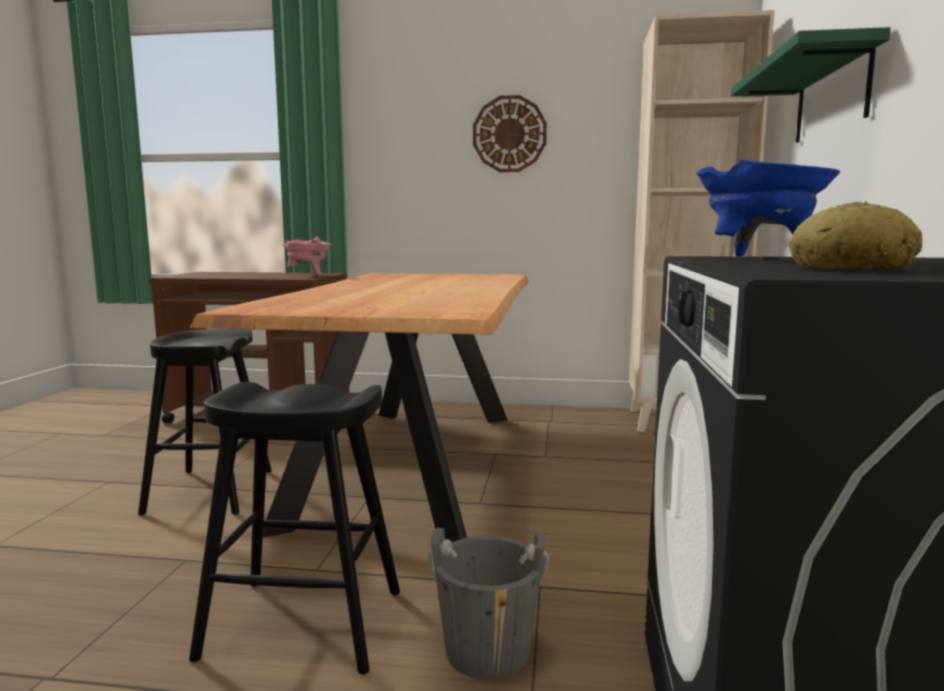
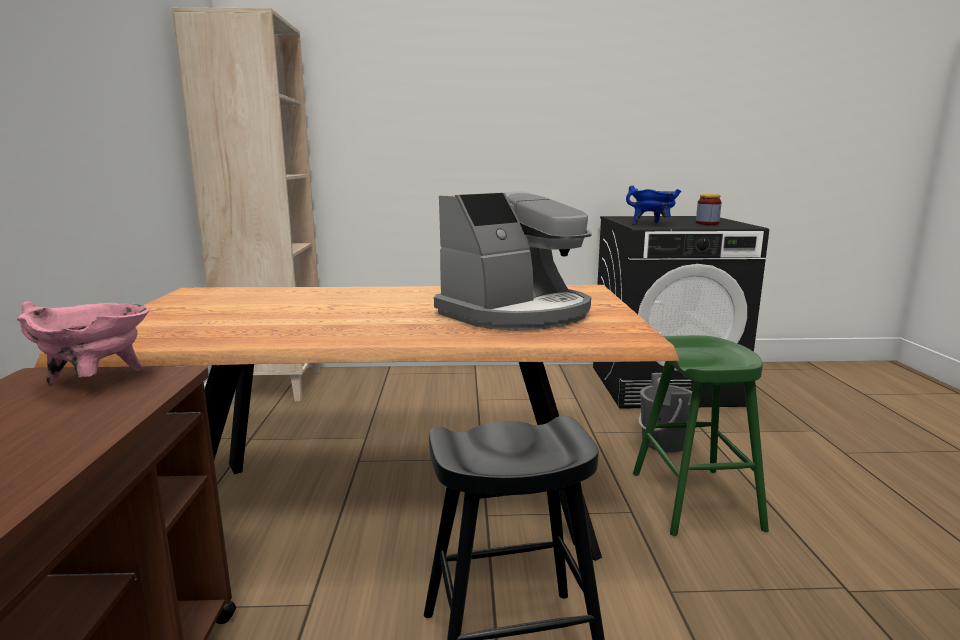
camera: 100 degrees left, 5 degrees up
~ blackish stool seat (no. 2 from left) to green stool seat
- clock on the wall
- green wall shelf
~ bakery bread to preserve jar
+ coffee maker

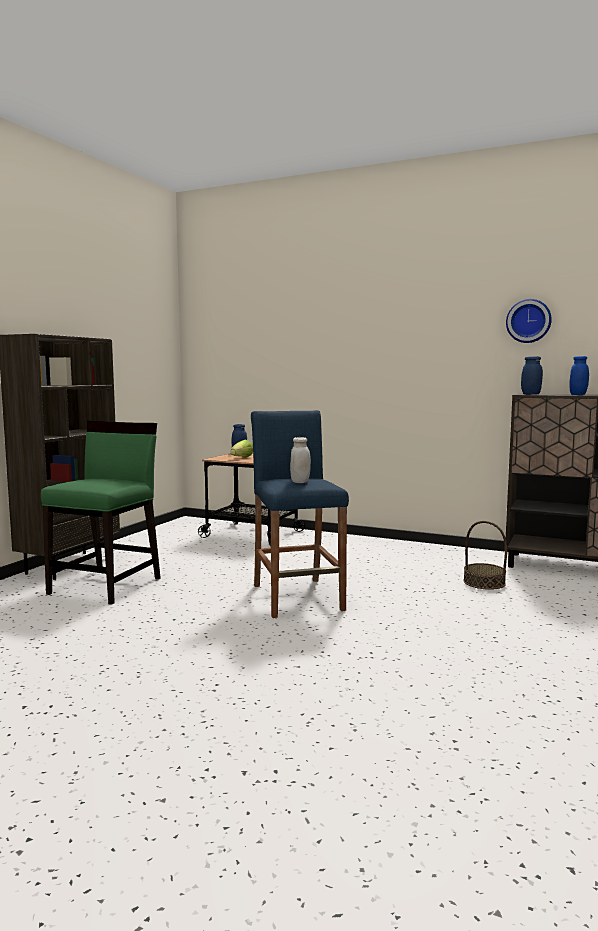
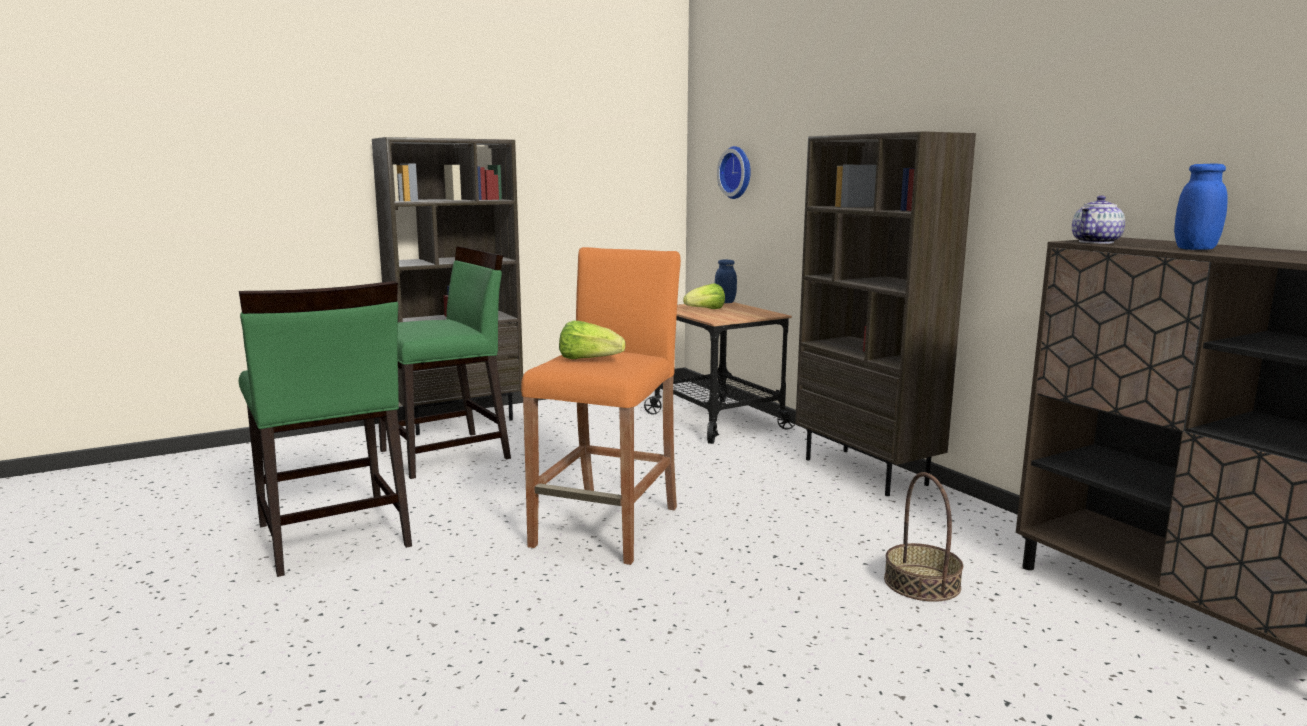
camera: 35 degrees right, 5 degrees up
~ blue stool seat to orangey stool seat
~ whitish preserve jar to lettuce head (no. 1 from left)
~ clock on the wall
~ blue preserve jar (no. 2 from left) to tea pot
+ green upright chair (no. 1 from left)
+ brown-coloured bookshelf (no. 2 from left)

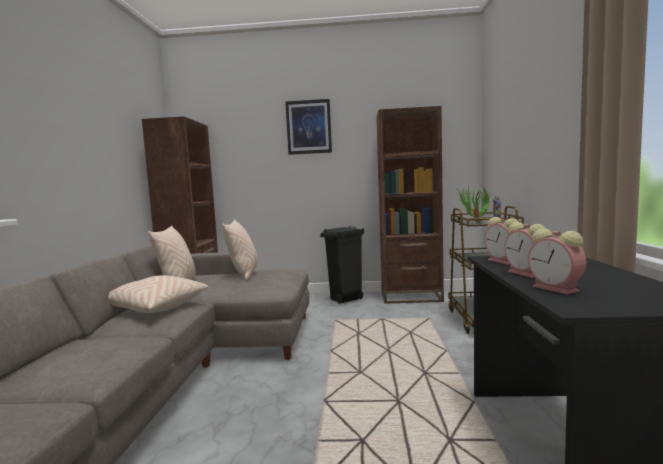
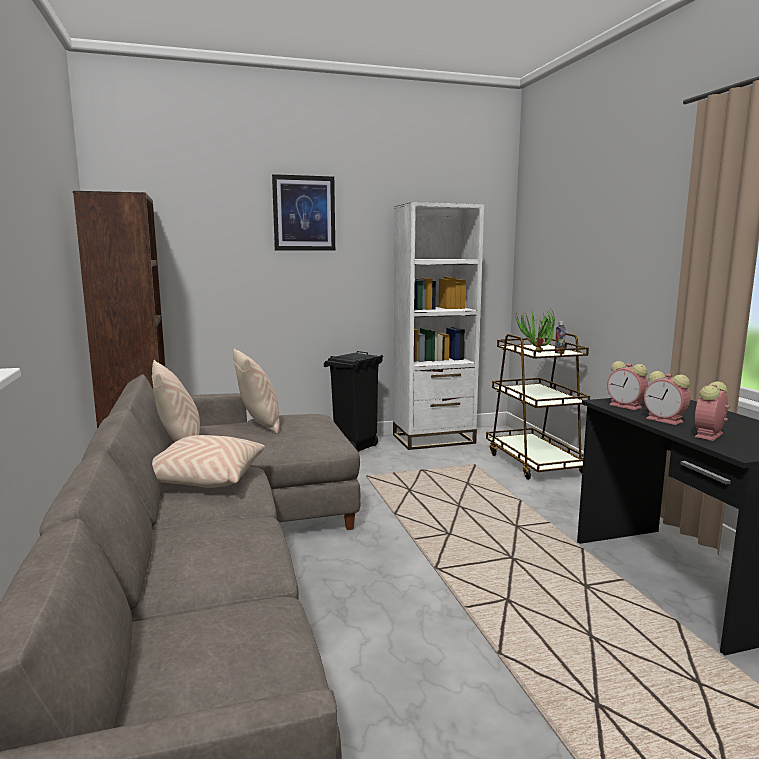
camera: 20 degrees left, 5 degrees up
~ brown-coloured bookshelf (no. 2 from left) to whitish bookshelf
~ bedside clock (no. 3 from left) 90 degrees clockwise

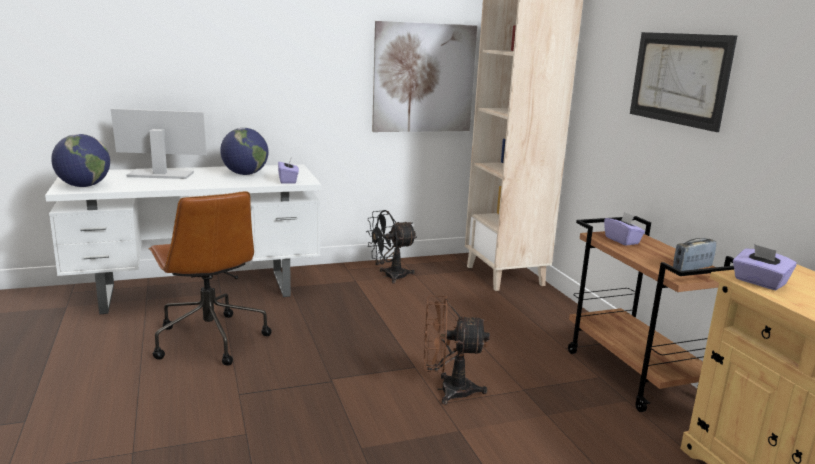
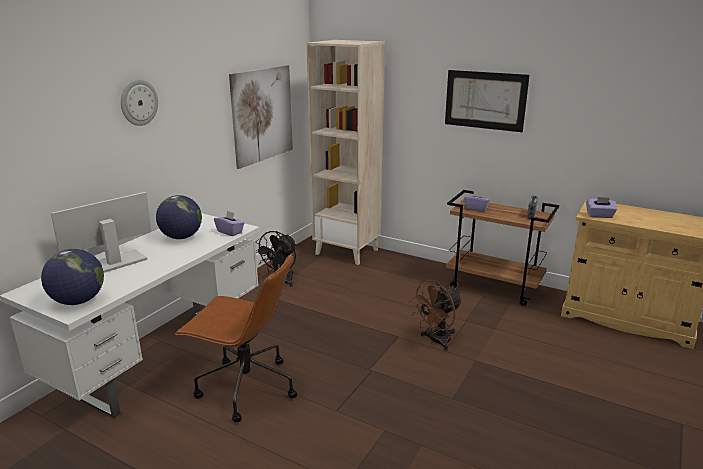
camera: 40 degrees left, 5 degrees up
+ clock on the wall

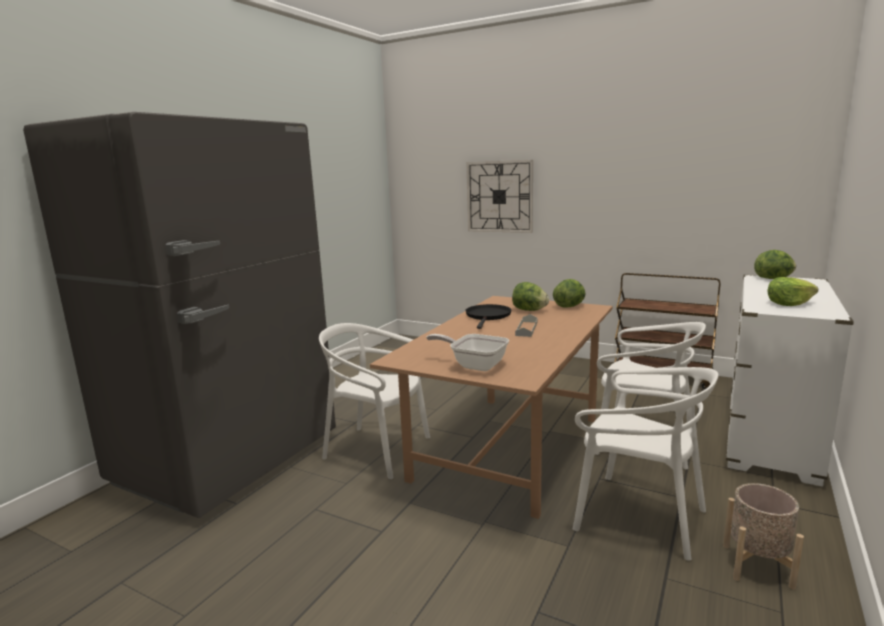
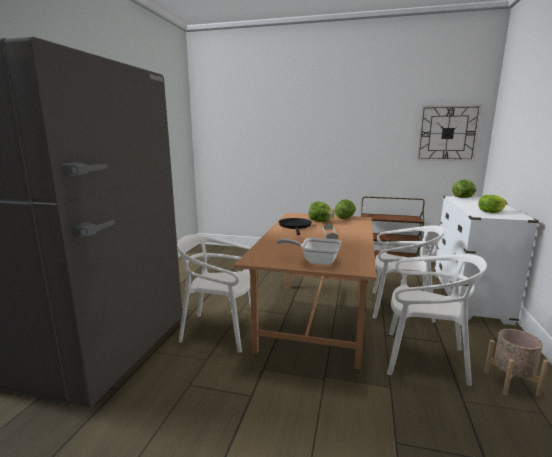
camera: 15 degrees left, 0 degrees up
~ clock on the wall

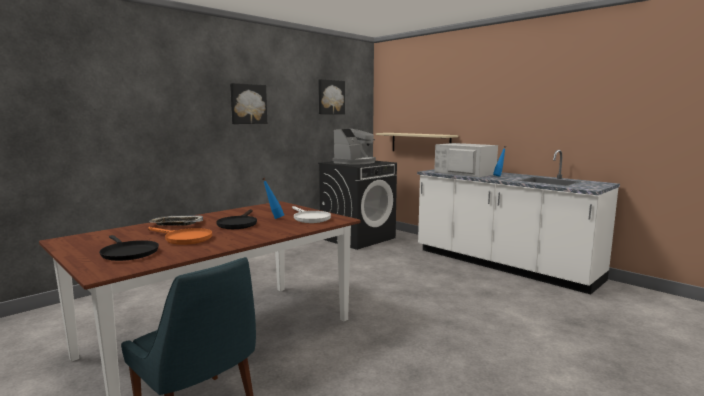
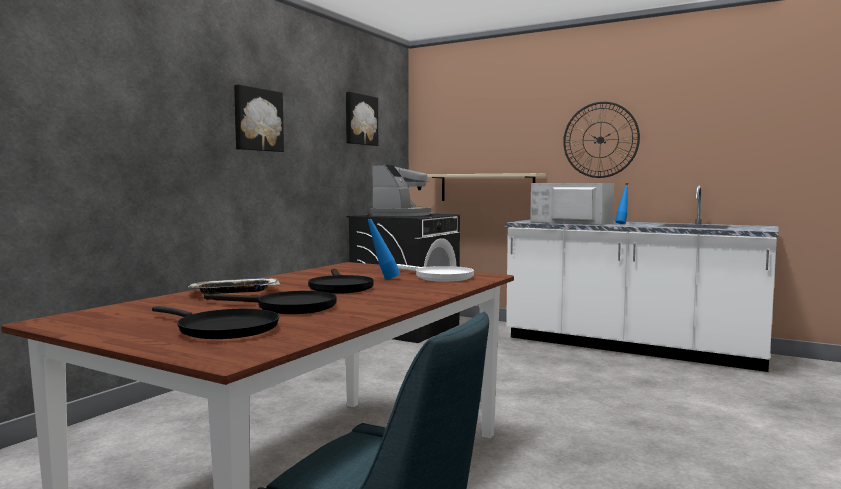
camera: 15 degrees left, 5 degrees down
~ orangey frying pan to blackish frying pan (no. 2 from left)
+ clock on the wall

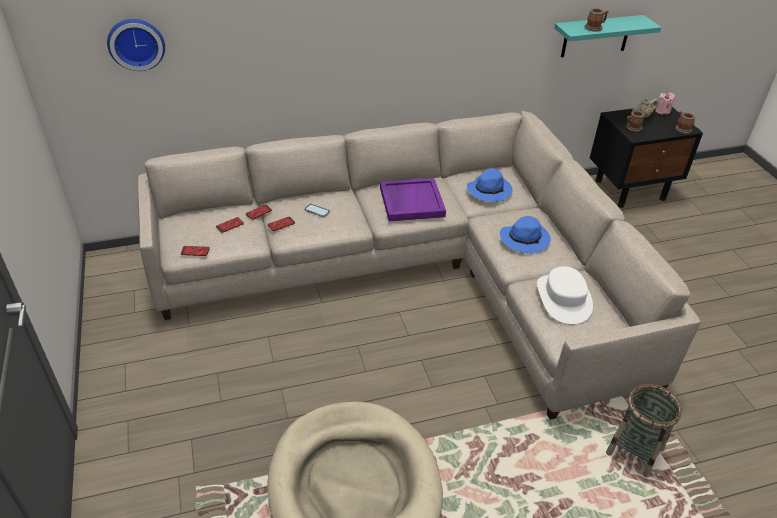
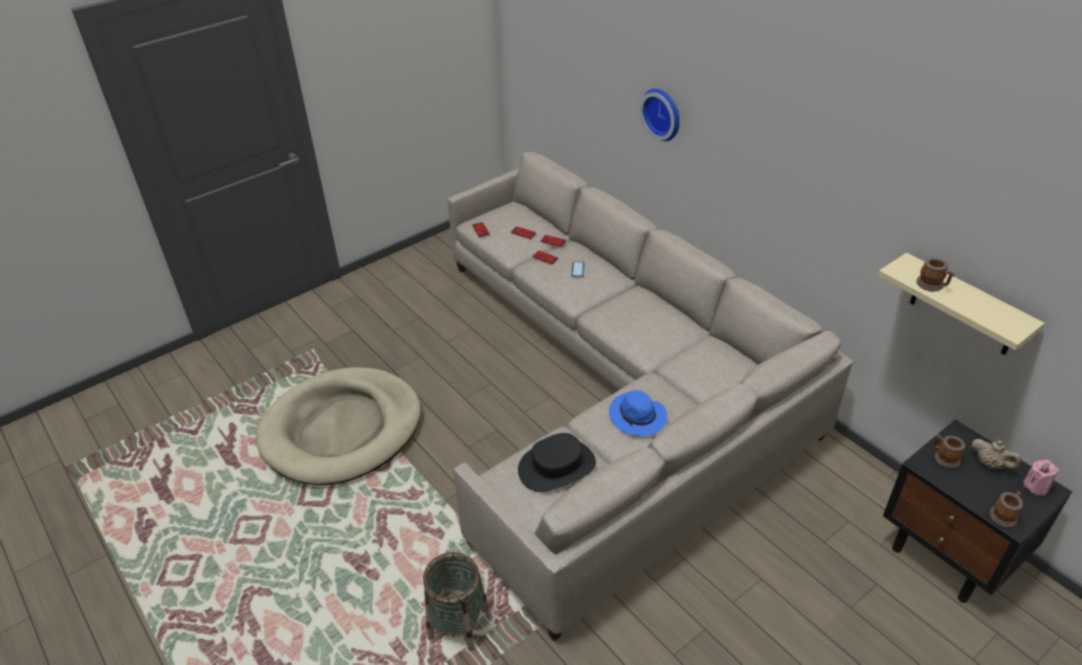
camera: 70 degrees right, 0 degrees up
~ clock on the wall
- purplish tray
- blue hat (no. 1 from left)
~ whitish hat to blackish hat
~ turquoise wall shelf to sand-coloured wall shelf

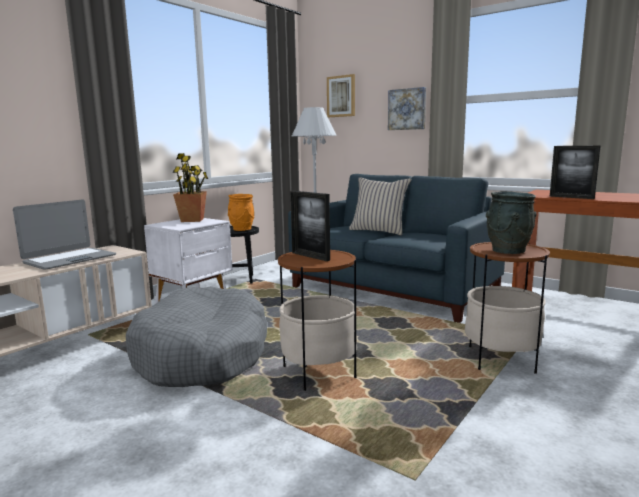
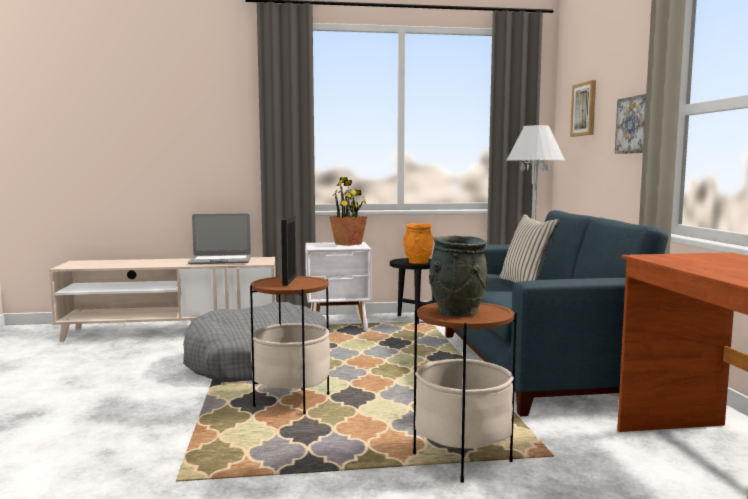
camera: 45 degrees right, 5 degrees down
- photo frame (no. 2 from left)

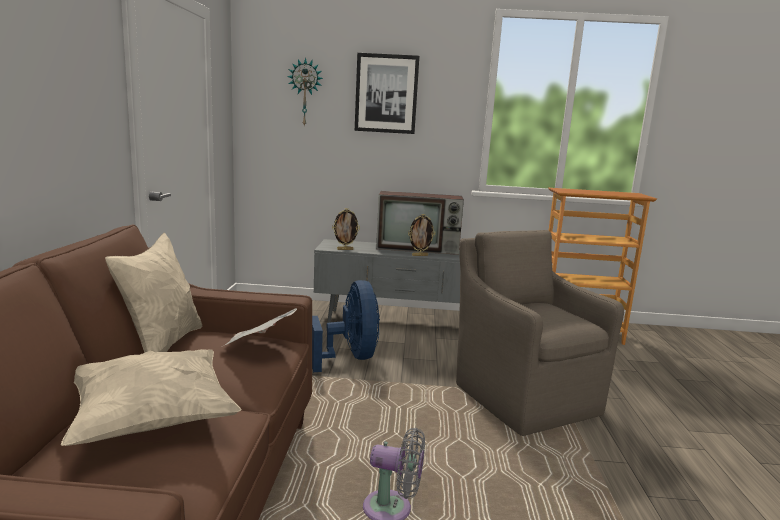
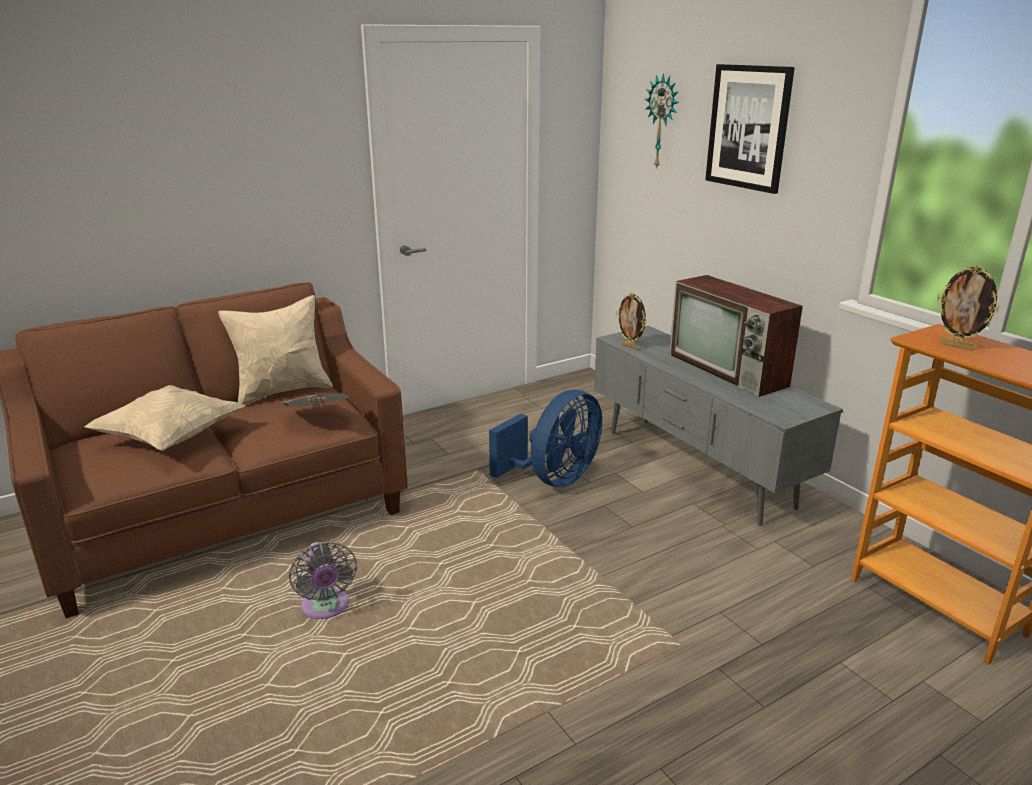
camera: 55 degrees right, 10 degrees up
~ photo frame (no. 2 from left)
- brown-coloured easy chair

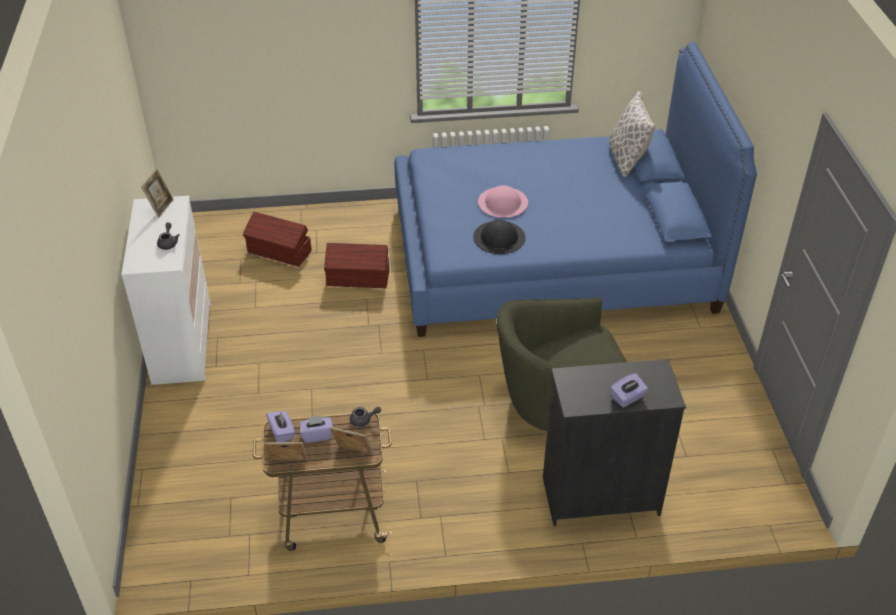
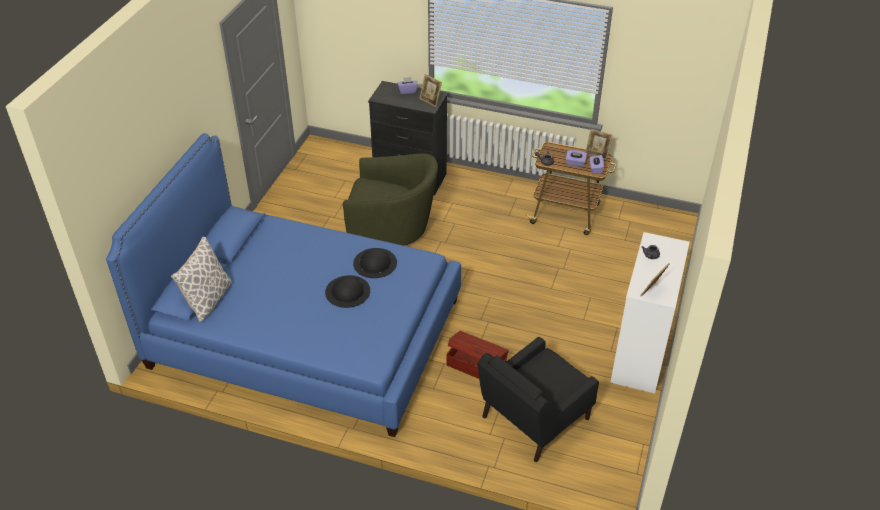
camera: 155 degrees left, 0 degrees up
~ brown-coloured storage bin (no. 1 from left) to blackish easy chair
~ photo frame (no. 3 from left in the first image) to photo frame (no. 1 from left)
~ pinkish hat to blackish hat (no. 1 from left)

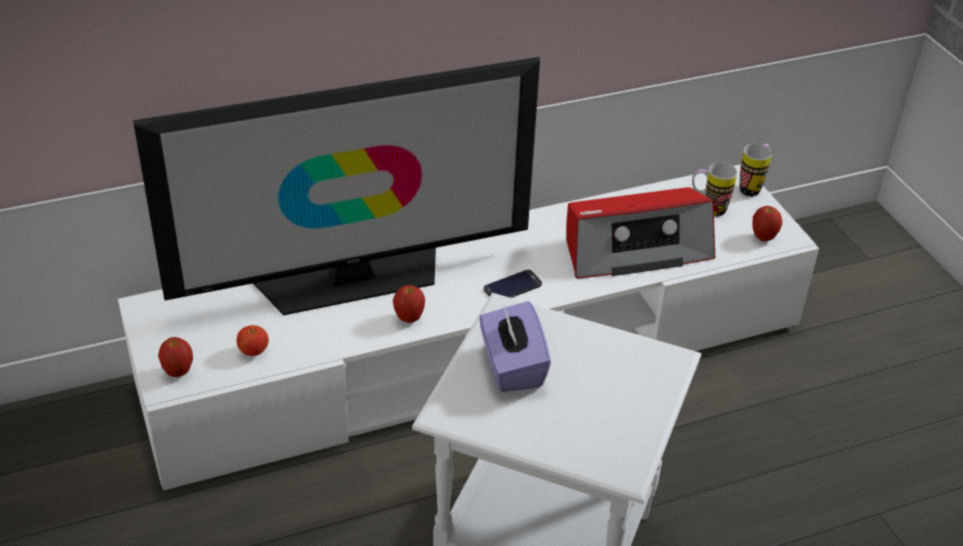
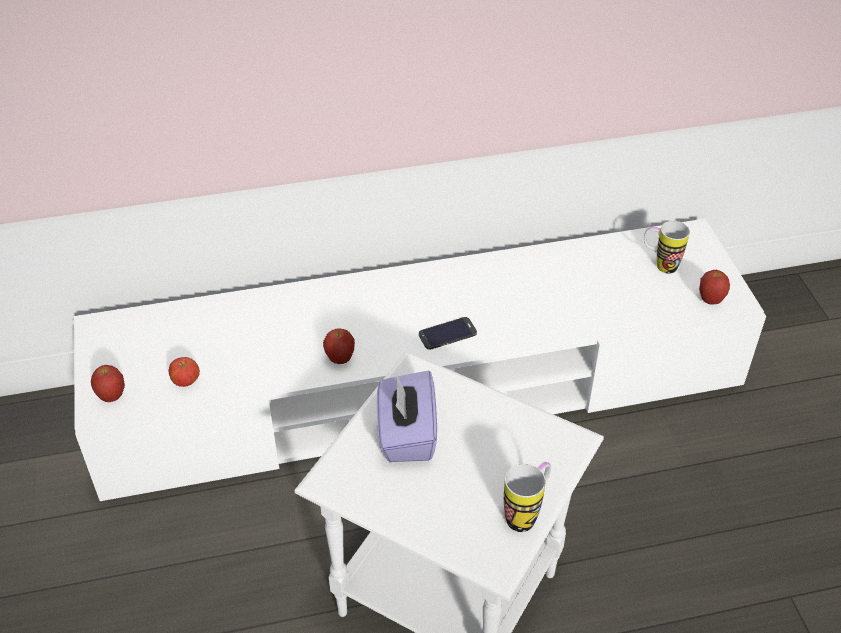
camera: 10 degrees right, 5 degrees up
- television
- radio set
~ tea mug (no. 2 from left in the first image) to tea mug (no. 1 from left)

